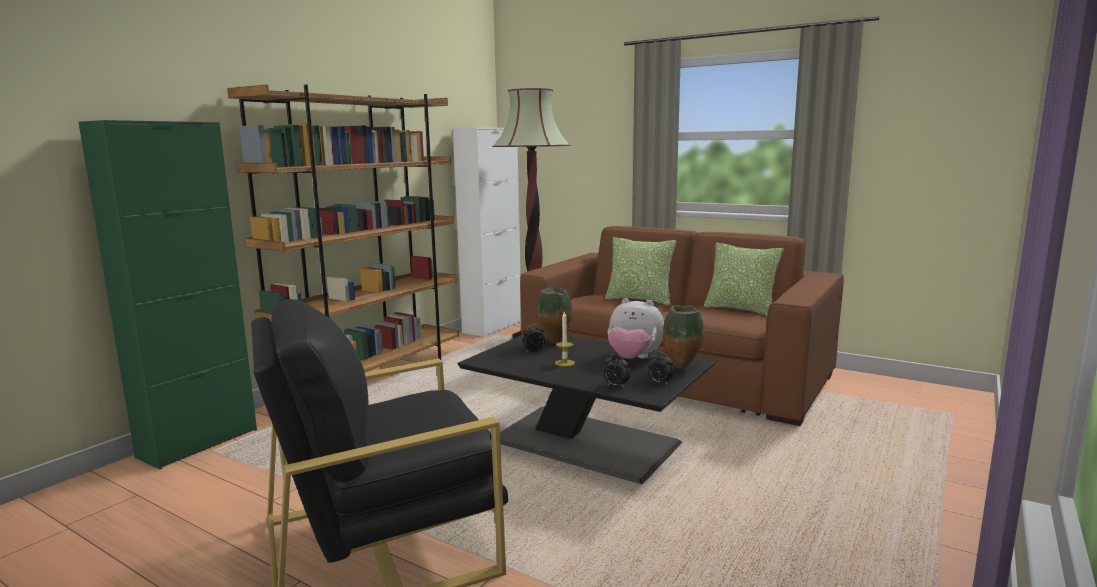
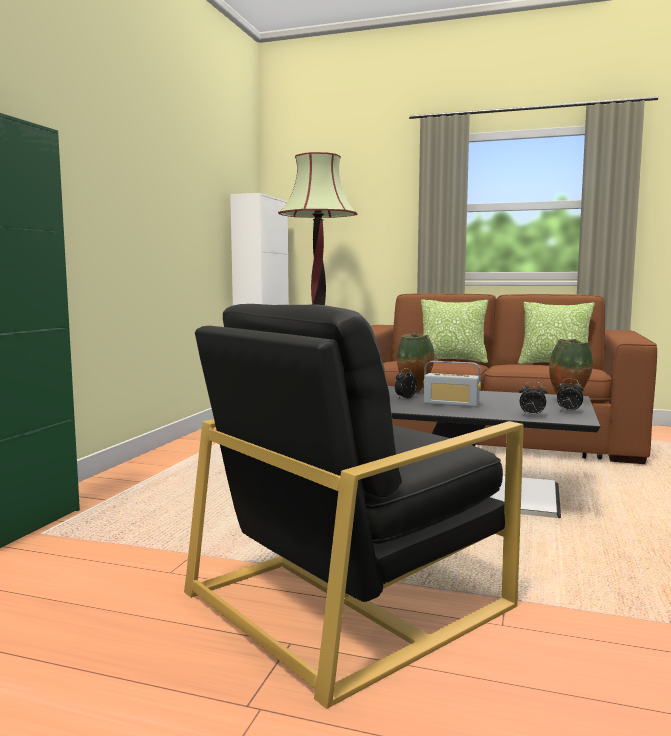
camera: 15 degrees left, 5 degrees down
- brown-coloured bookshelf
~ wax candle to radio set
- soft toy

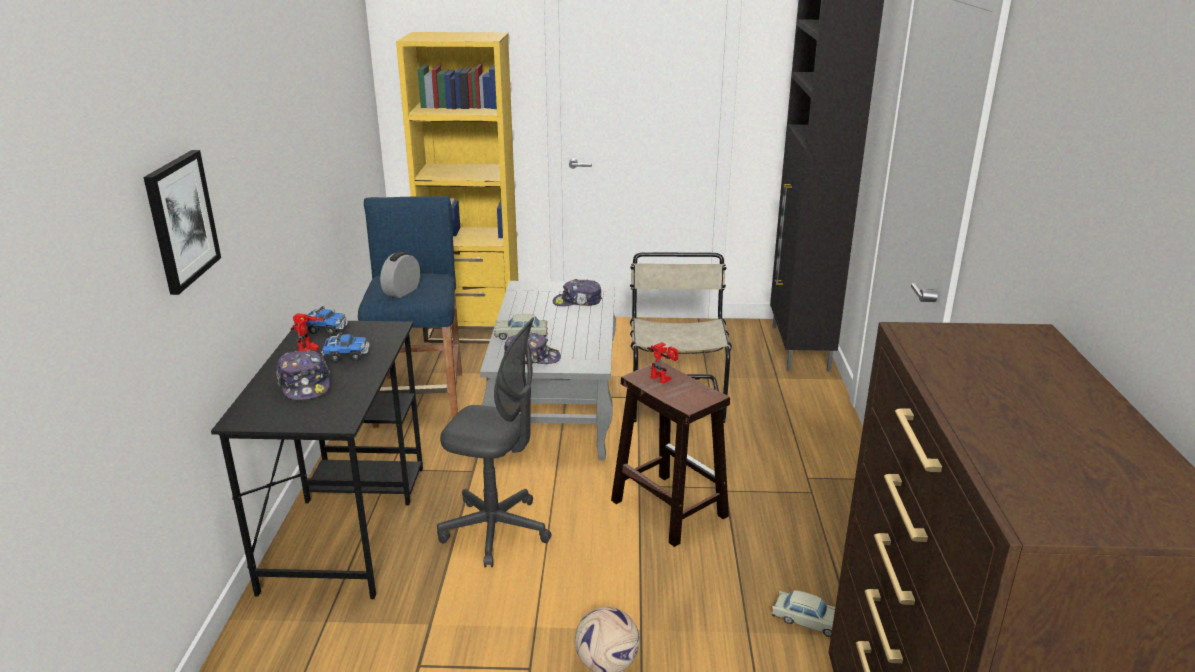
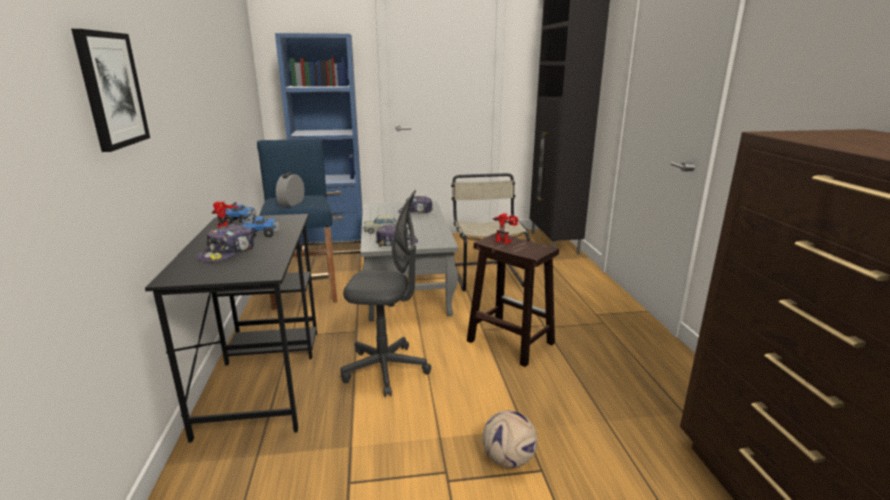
camera: 10 degrees left, 5 degrees down
~ cap (no. 1 from left) 60 degrees clockwise
~ yellow-coloured bookshelf to blue bookshelf
- sand-coloured model car (no. 2 from left)

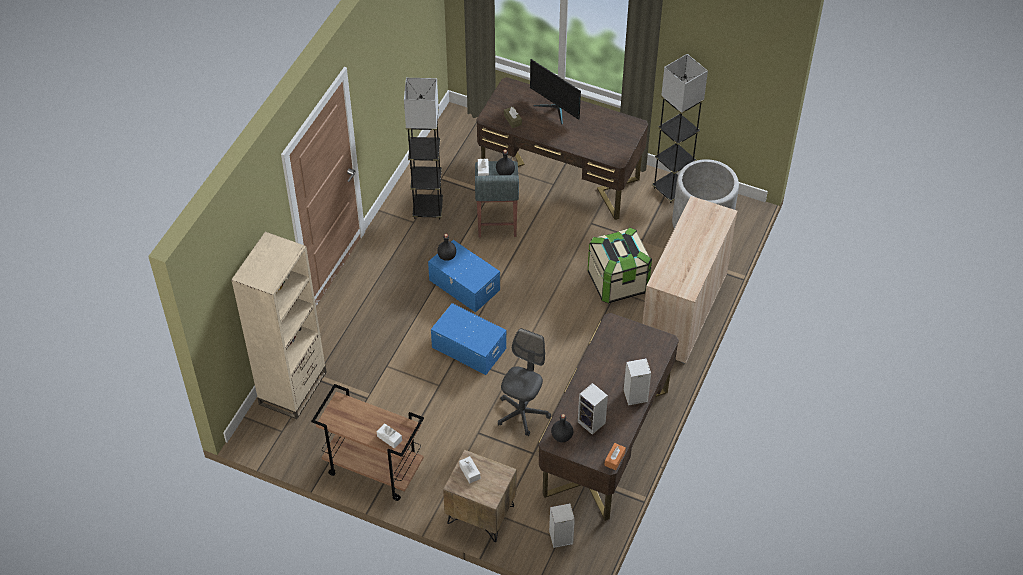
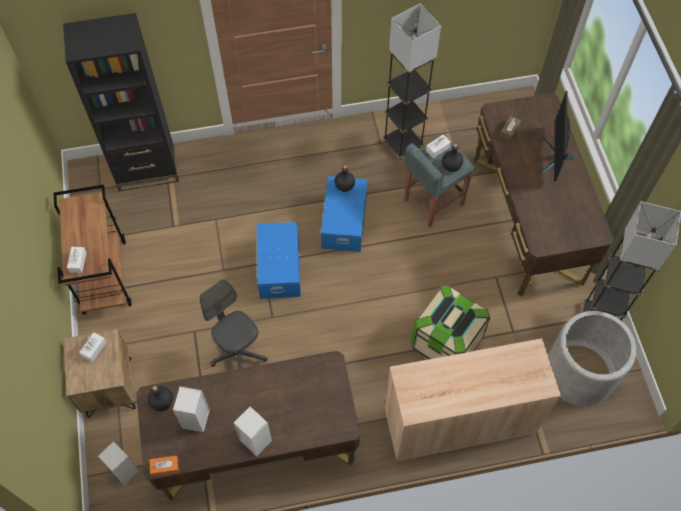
camera: 55 degrees right, 10 degrees up
~ sand-coloured bookshelf to blackish bookshelf
~ greyish desk chair 120 degrees counterclockwise

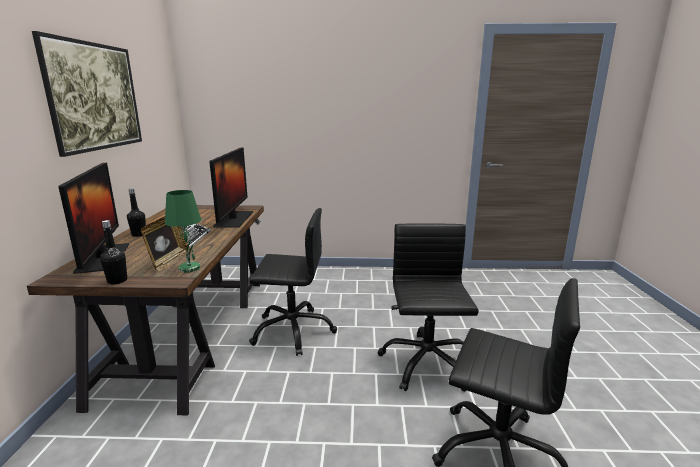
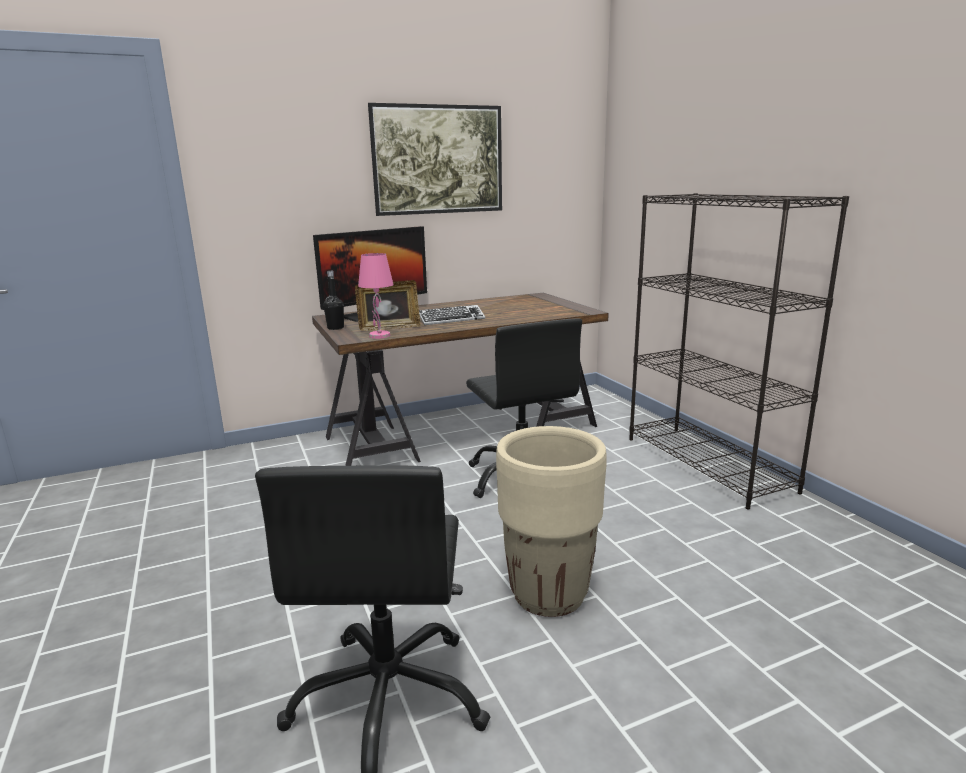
camera: 65 degrees right, 0 degrees up
- blackish bottle (no. 2 from left)
~ green tabletop lamp to pinkish tabletop lamp
- monitor (no. 2 from left)
~ blackish desk chair (no. 2 from left) to sand-coloured planter
+ blackish bookshelf

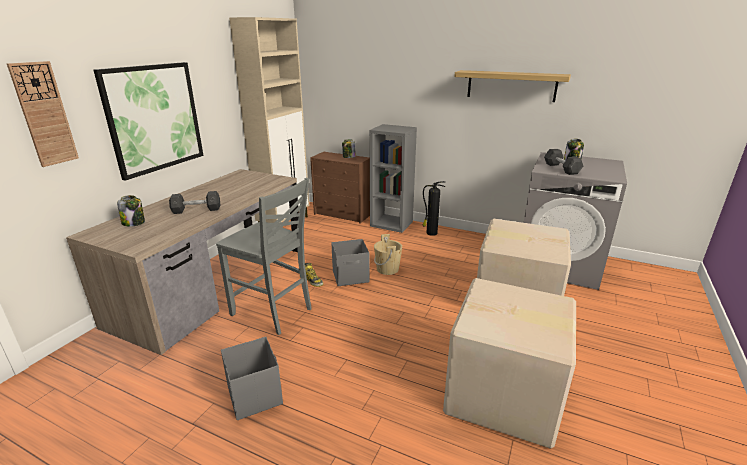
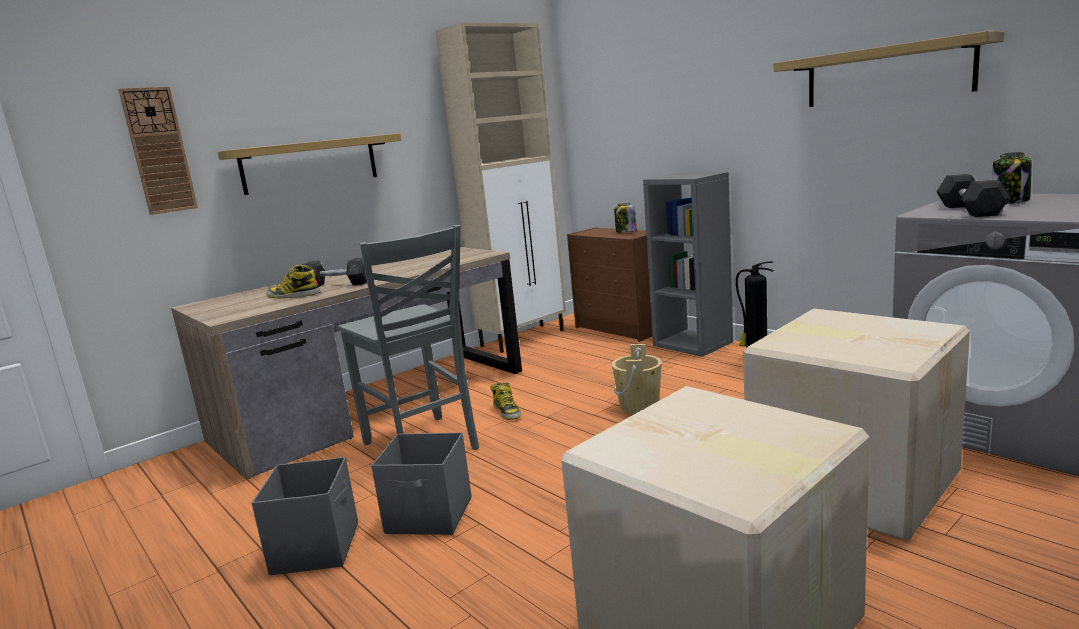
camera: 25 degrees right, 10 degrees down
~ wall art to wall shelf (no. 1 from left)
- preserve jar (no. 1 from left)
~ greyish storage bin (no. 2 from left)
+ high-top boot (no. 1 from left)

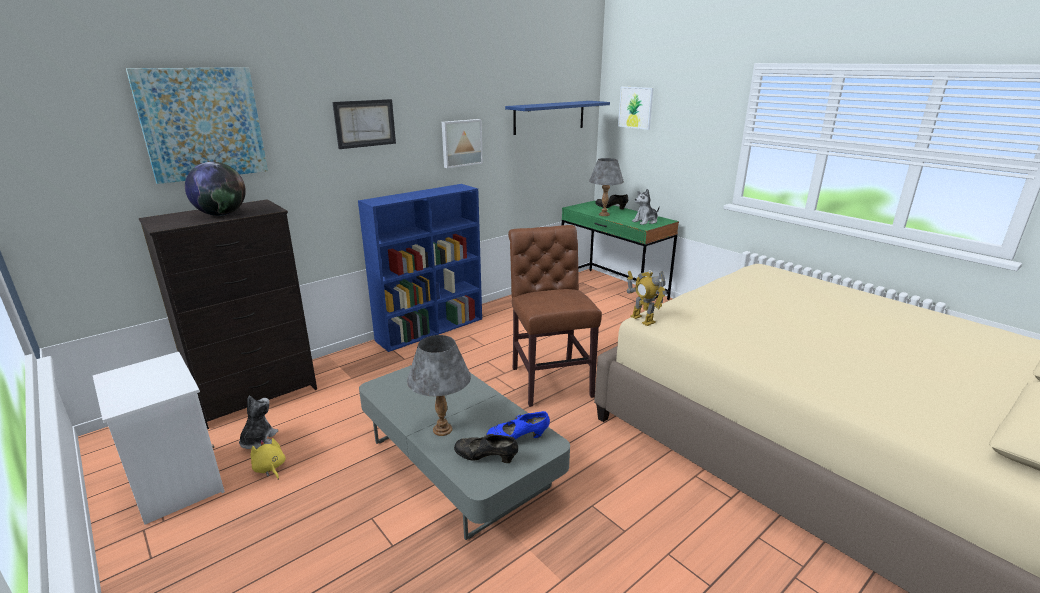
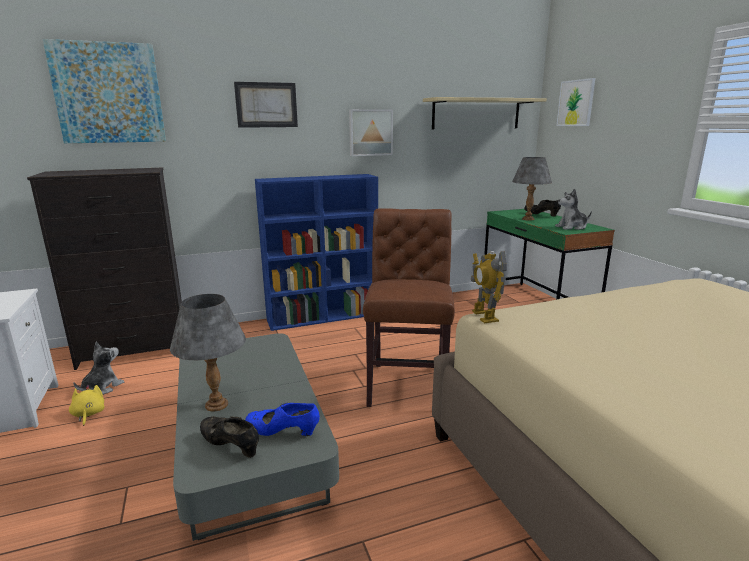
camera: 20 degrees right, 5 degrees down
- desk globe
~ blue wall shelf to sand-coloured wall shelf

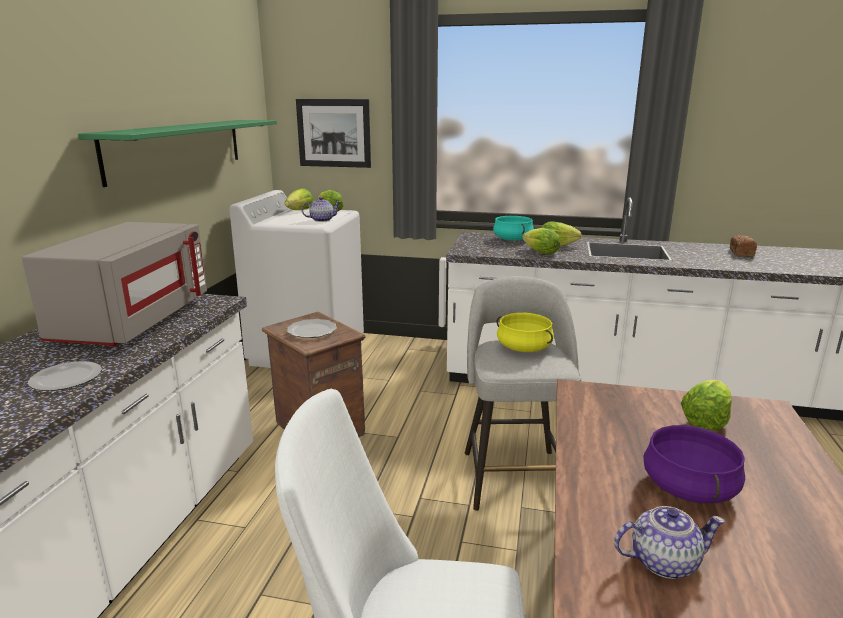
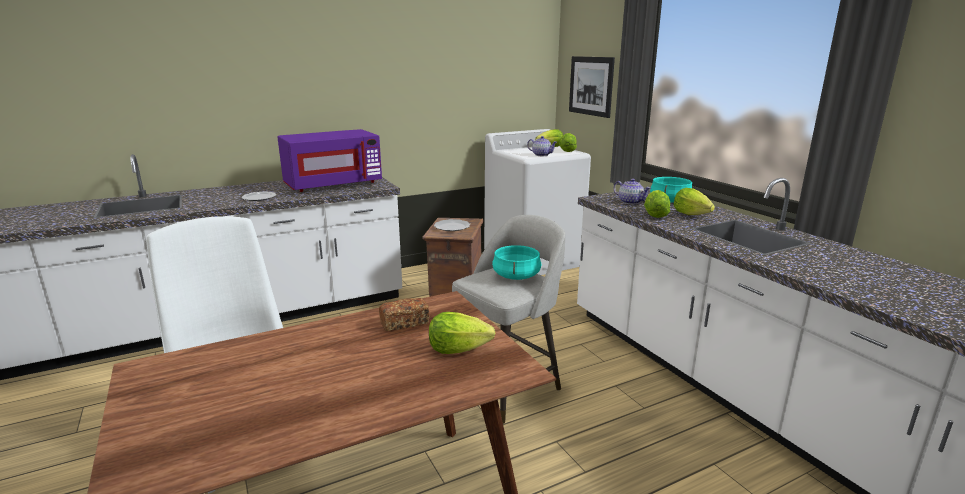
camera: 50 degrees right, 0 degrees up
~ greyish microwave oven to purplish microwave oven
- green wall shelf
~ yellow-coloured saucepot to turquoise saucepot (no. 1 from left)
~ tea pot (no. 2 from left)
- purplish saucepot
~ bakery bread

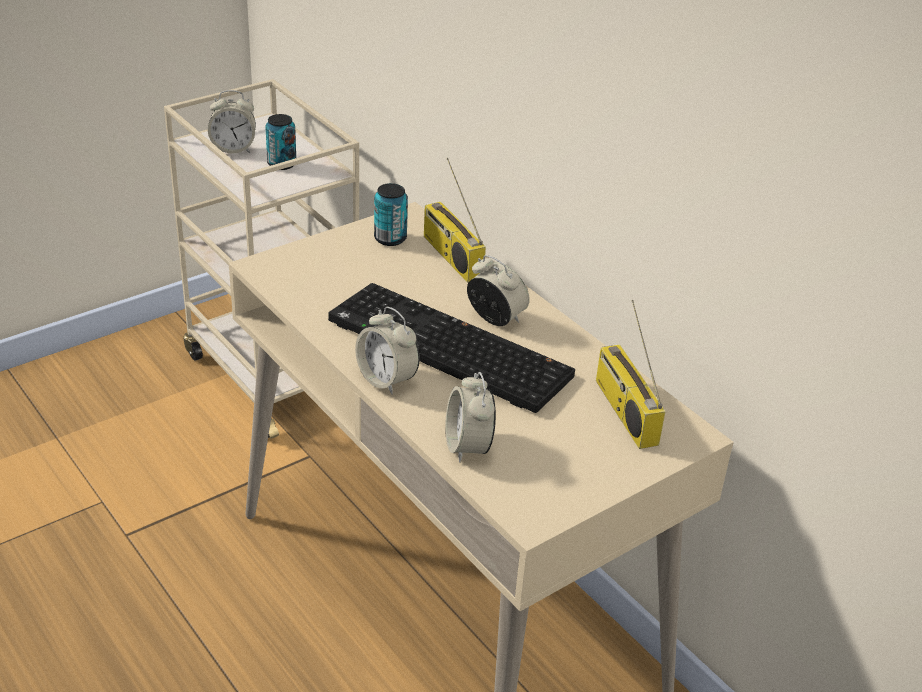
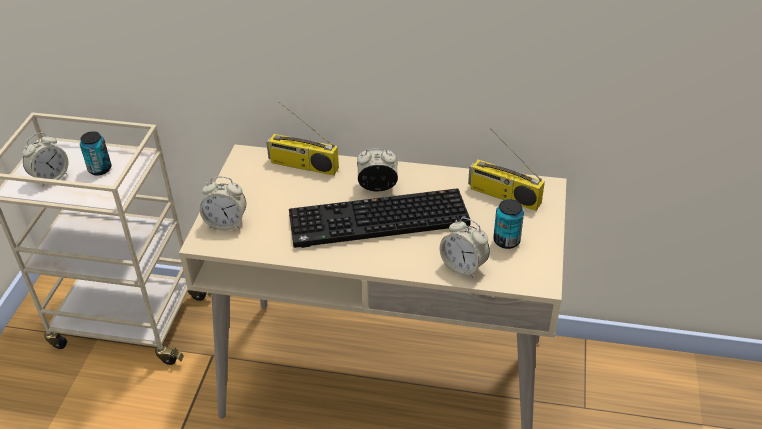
camera: 40 degrees left, 5 degrees up
~ bedside clock (no. 2 from left)
~ can (no. 2 from left)

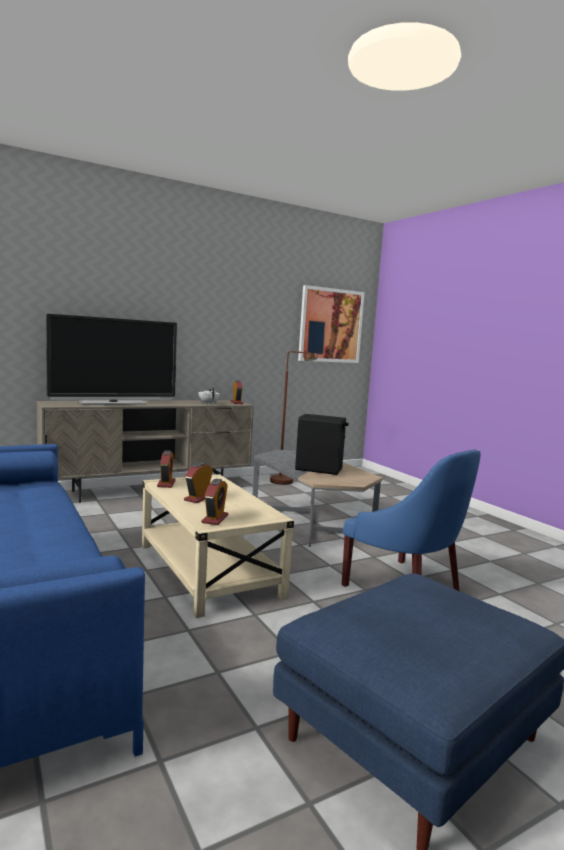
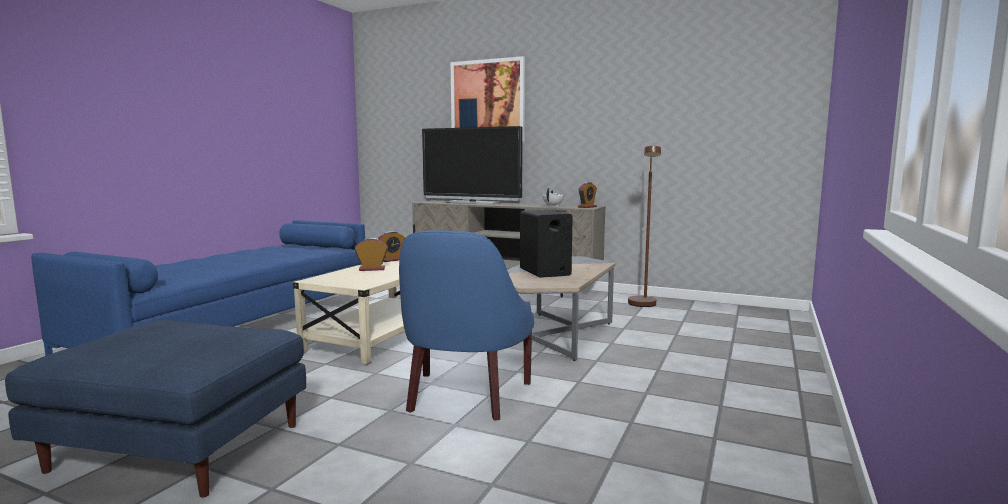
camera: 55 degrees right, 0 degrees up
- bedside clock (no. 3 from left)
~ wall art

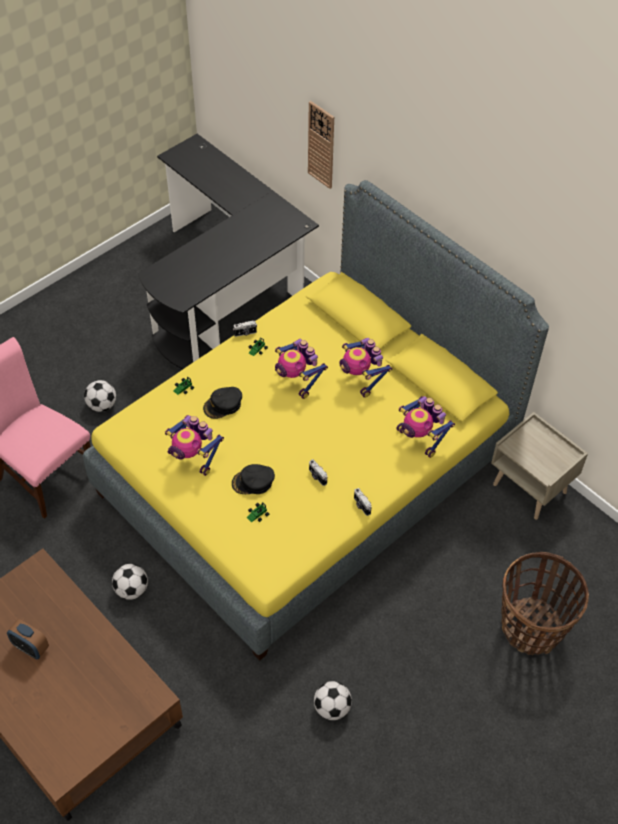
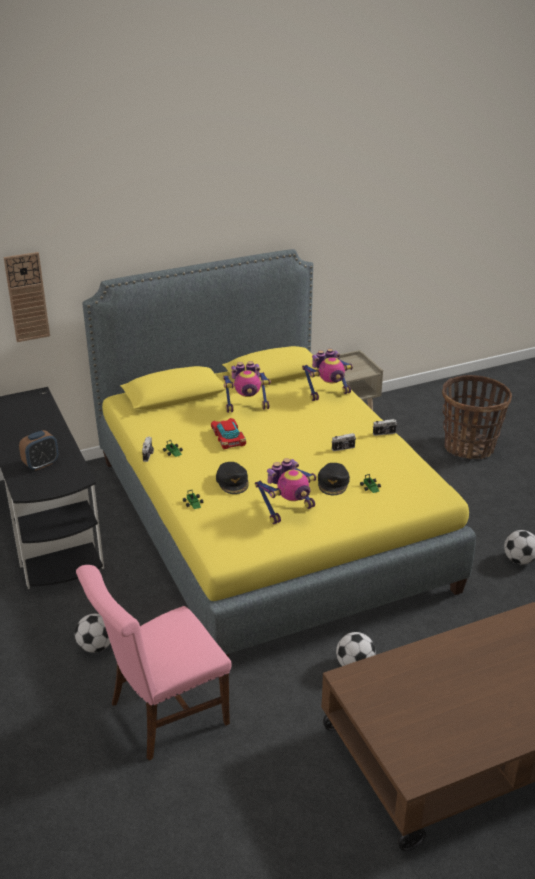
camera: 70 degrees left, 20 degrees down
~ bedside clock
~ robot figure (no. 2 from left) to model car (no. 3 from left)

